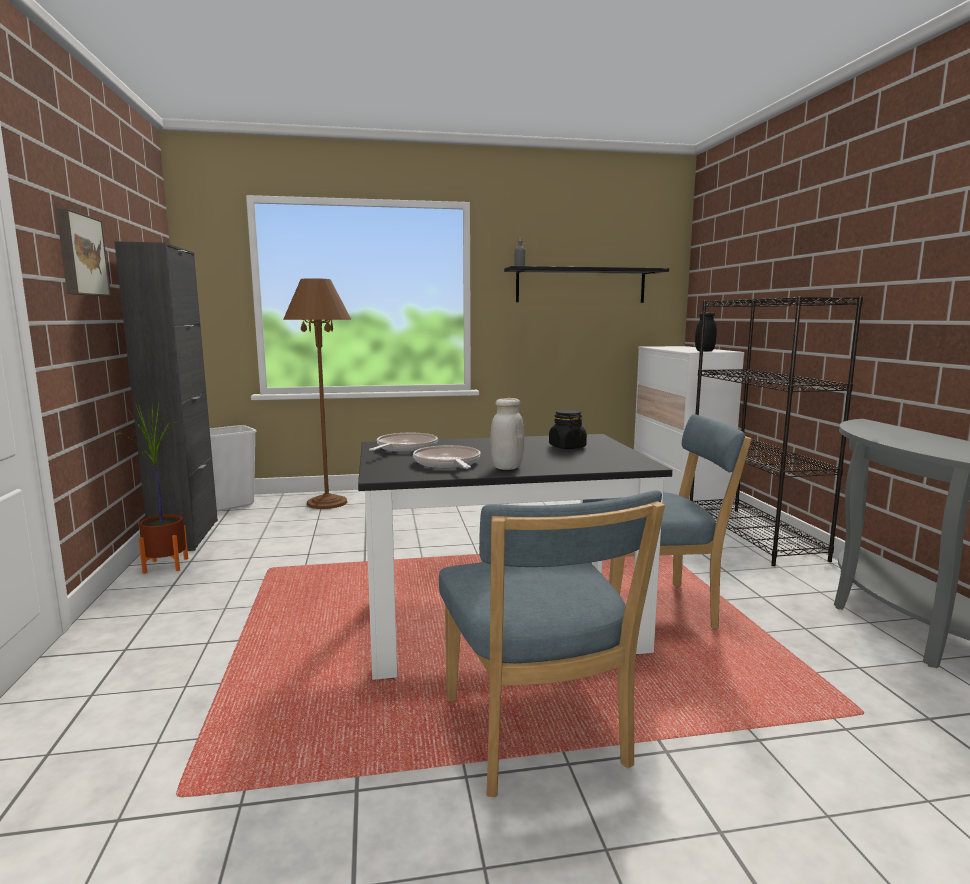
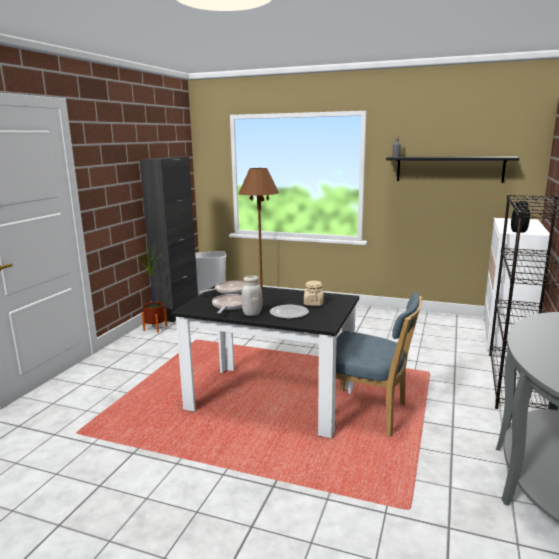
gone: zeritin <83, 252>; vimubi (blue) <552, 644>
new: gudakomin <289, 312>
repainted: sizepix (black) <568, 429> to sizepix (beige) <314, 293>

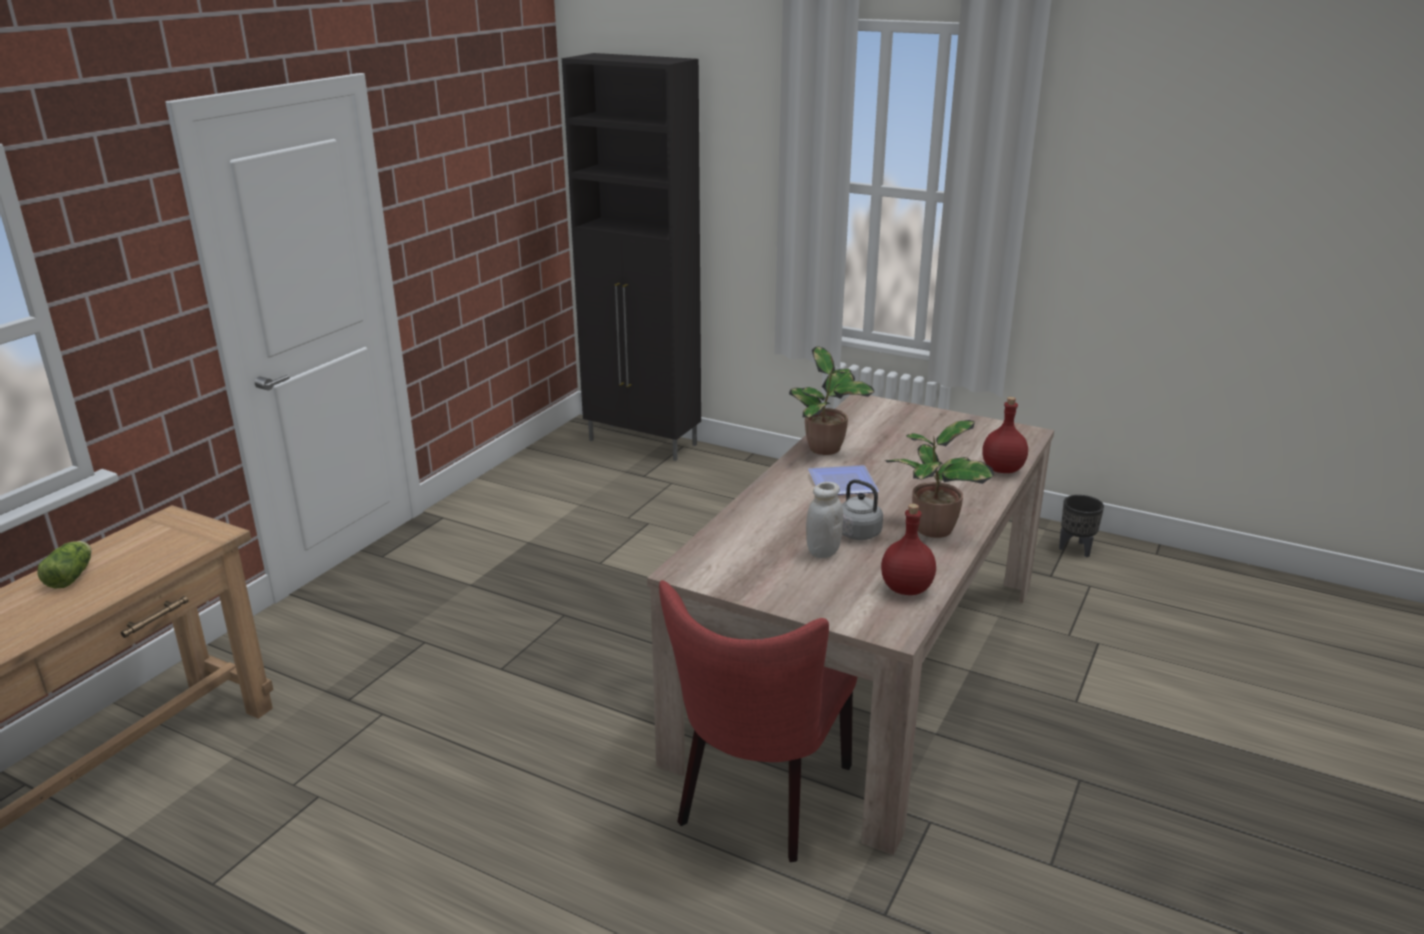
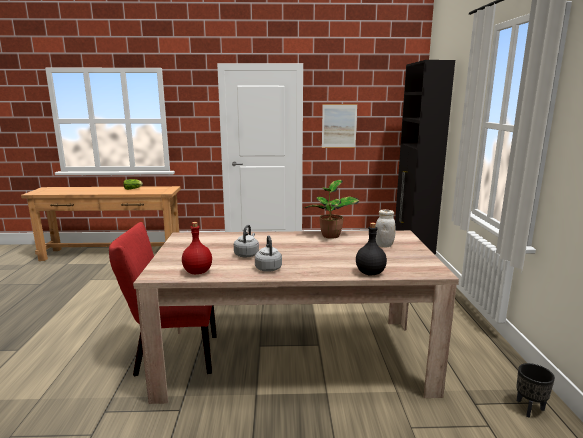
gone: gudakomin <843, 480>
new: zeritin <339, 126>
shifted: sizepix (white) <824, 520> to <385, 228>
swapped: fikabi <939, 479> to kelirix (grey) <268, 253>
repainted: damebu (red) <1005, 435> to damebu (black) <371, 249>

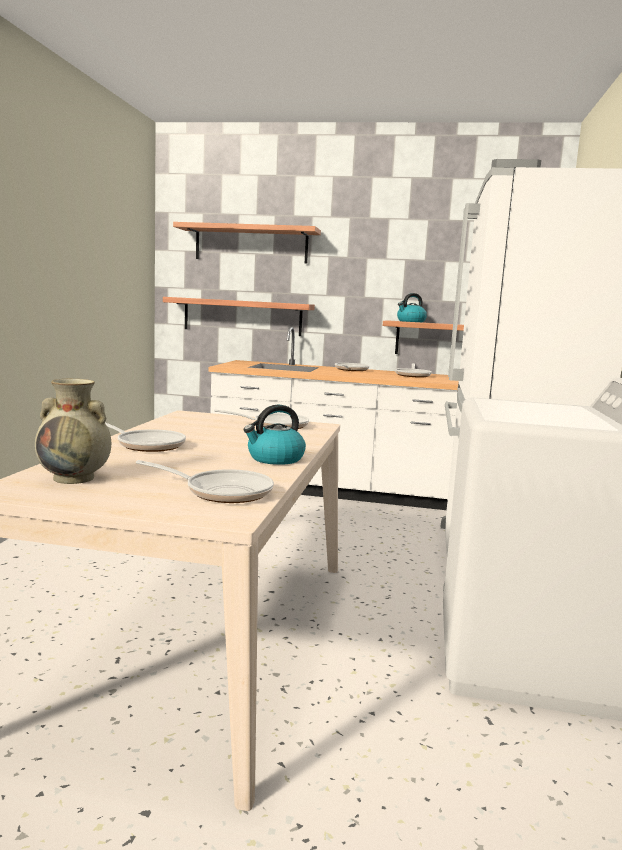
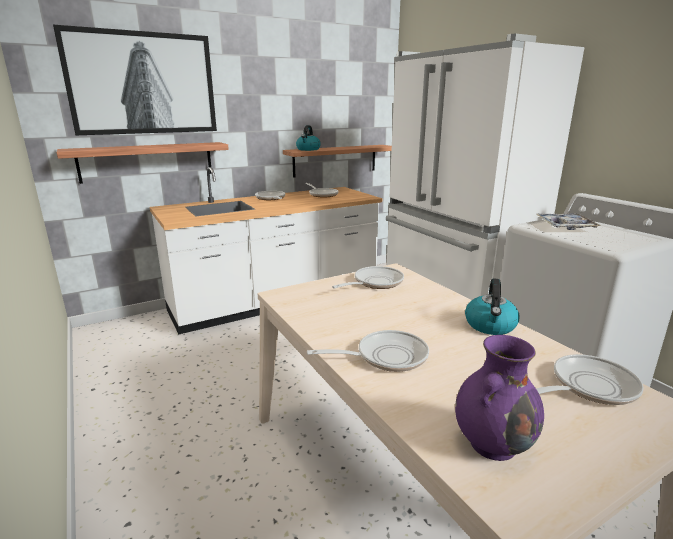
new: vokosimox <568, 221>
swapped: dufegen <247, 242> to zeritin <135, 80>
repainted: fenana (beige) <73, 431> to fenana (purple) <499, 398>

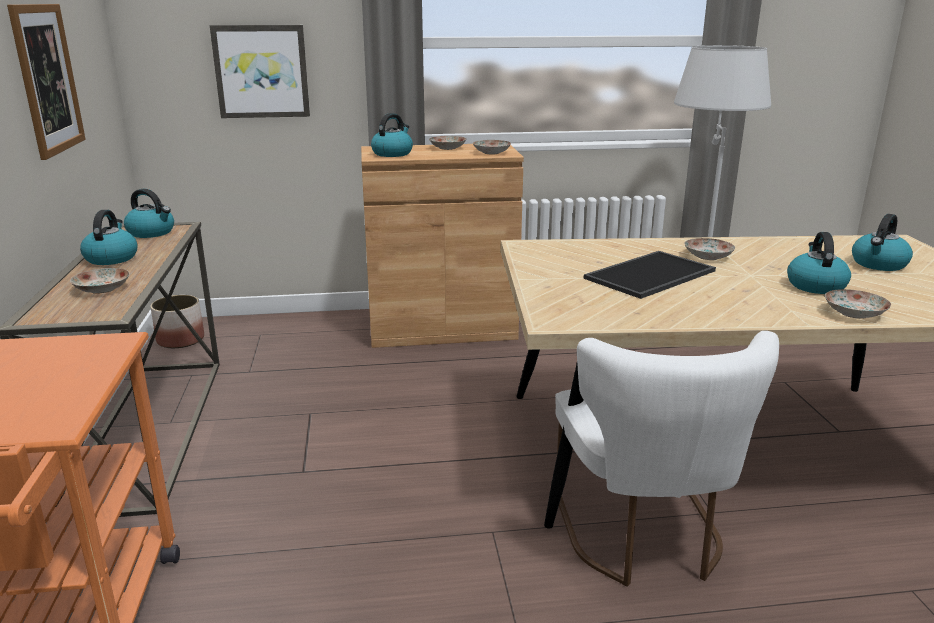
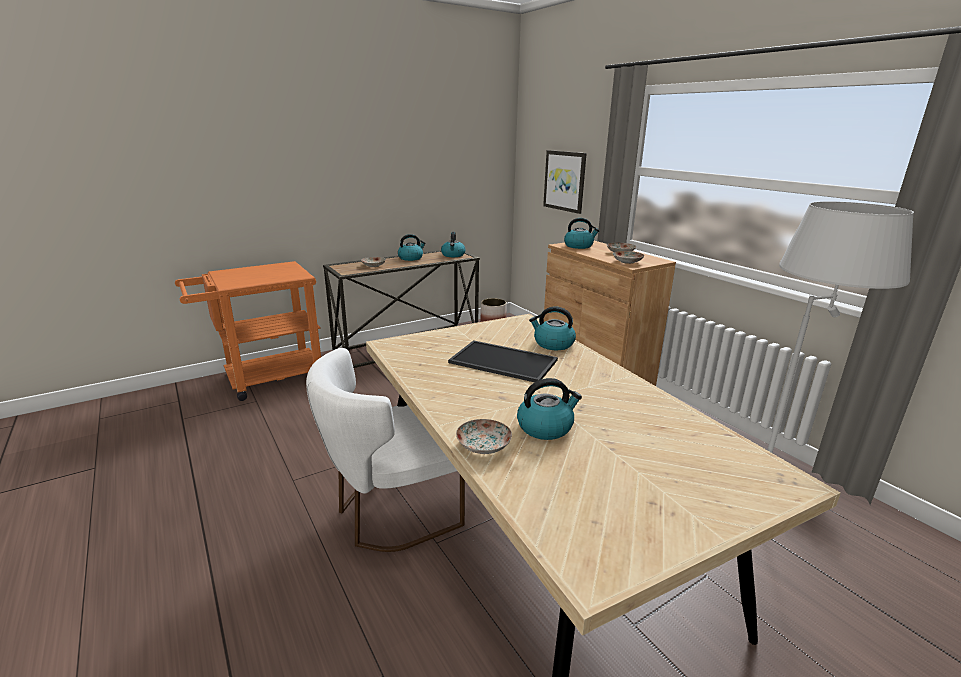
gone: zeritin <46, 82>; gudakomin <709, 249>
shifted: kelirix <882, 242> to <552, 328>

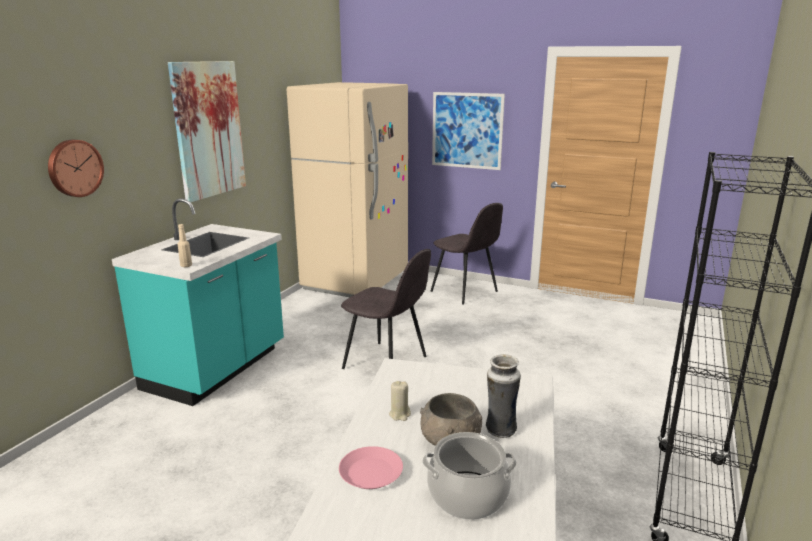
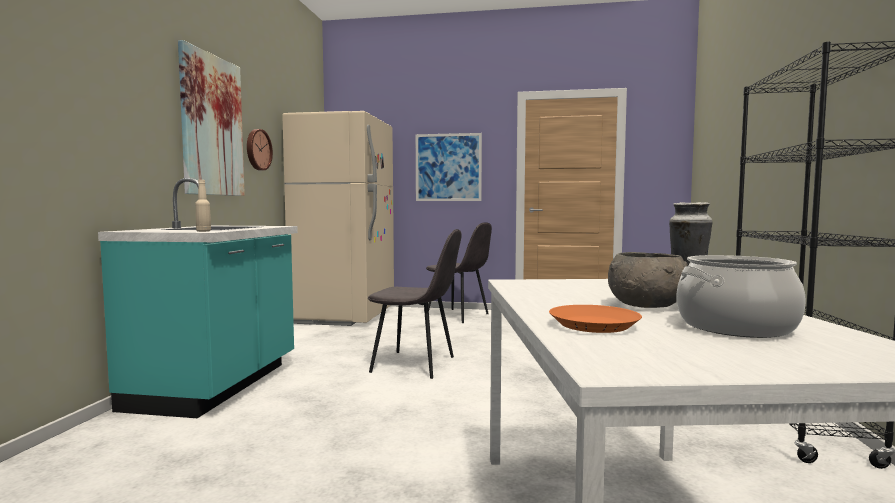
gone: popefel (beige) <400, 401>
shifted: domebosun <76, 168> to <260, 149>
repainted: gudakomin (pink) <371, 467> to gudakomin (orange) <595, 319>

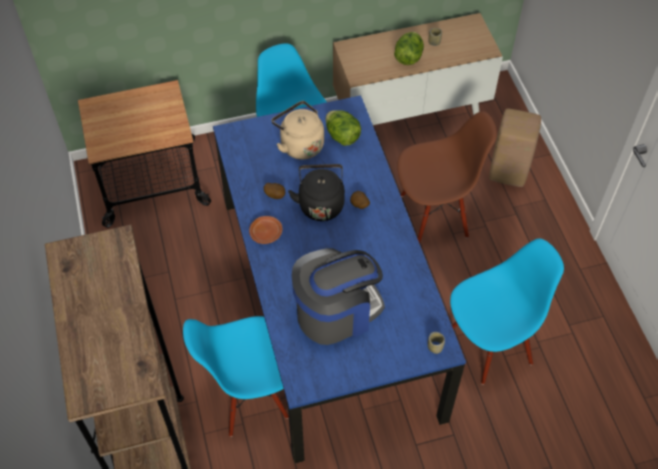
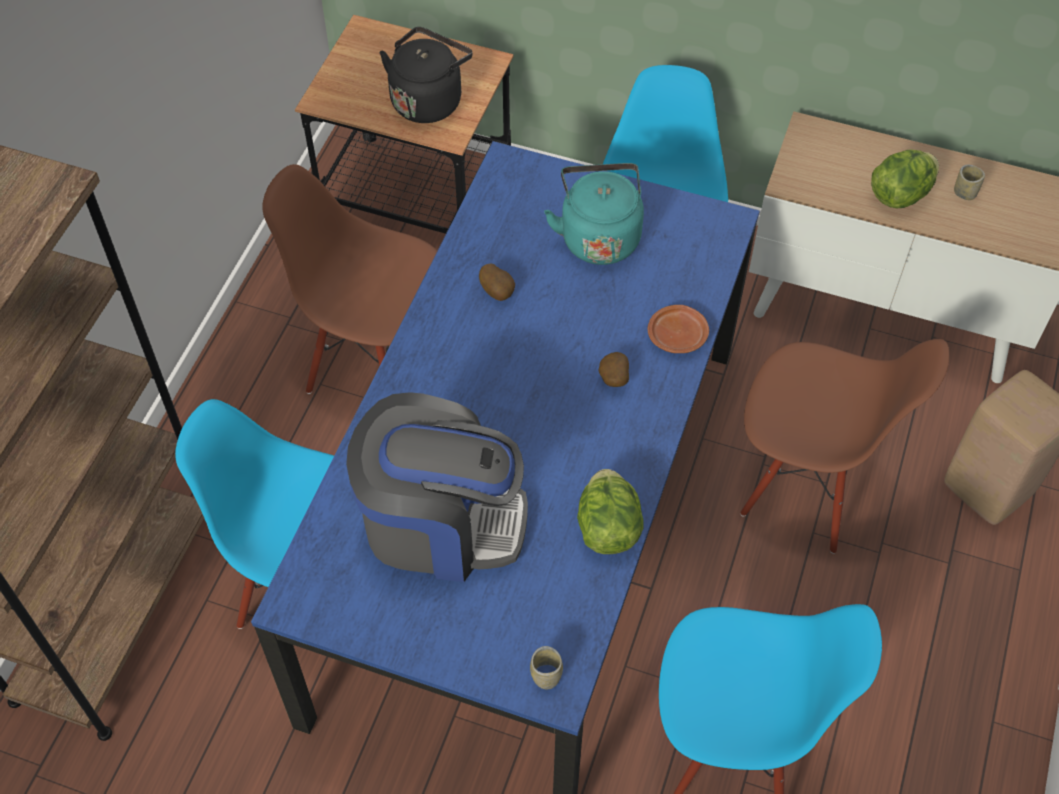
new: vimubi (brown) <349, 279>
shifted: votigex <343, 128> to <610, 511>; kelirix (black) <316, 192> to <426, 75>; gudakomin (brown) <266, 230> to <678, 329>
repainted: kelirix (beige) <298, 130> to kelirix (turquoise) <594, 214>

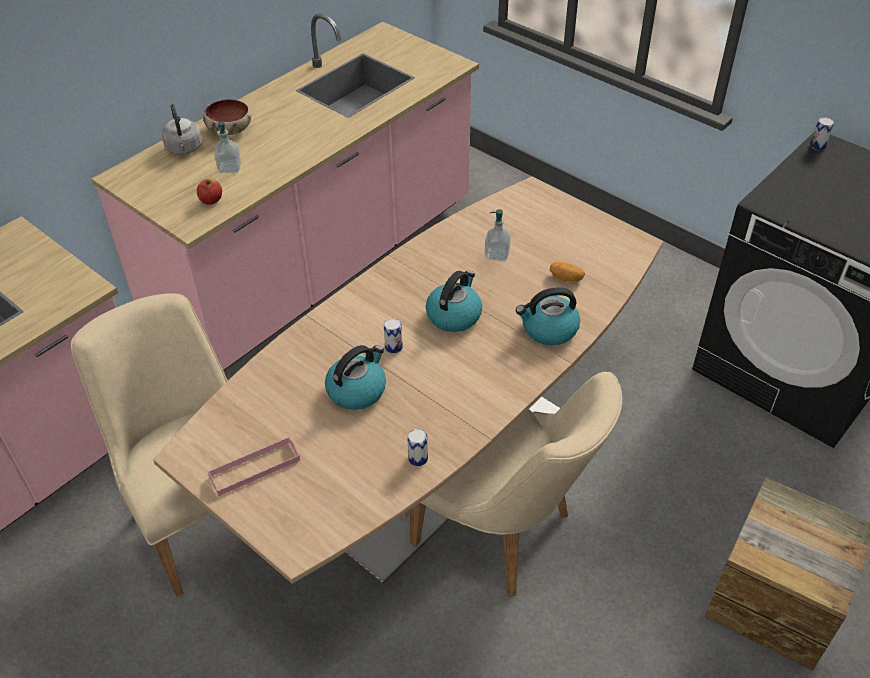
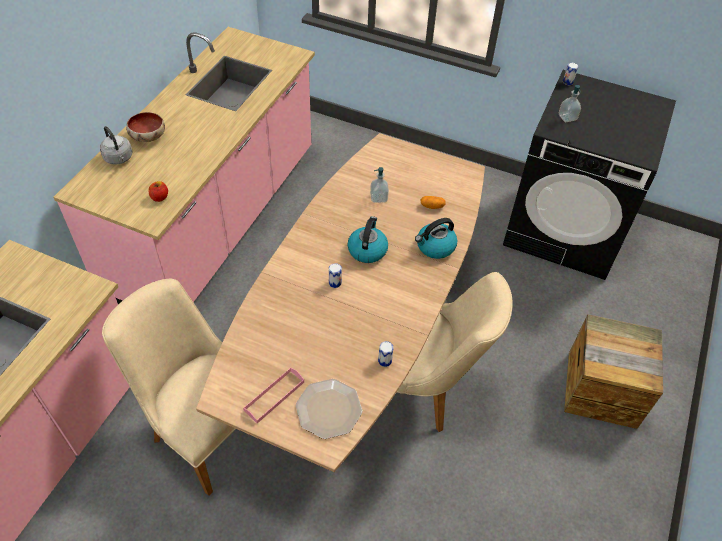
gone: kelirix <355, 377>
new: gudakomin <329, 409>
shifted: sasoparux <227, 147> to <570, 103>

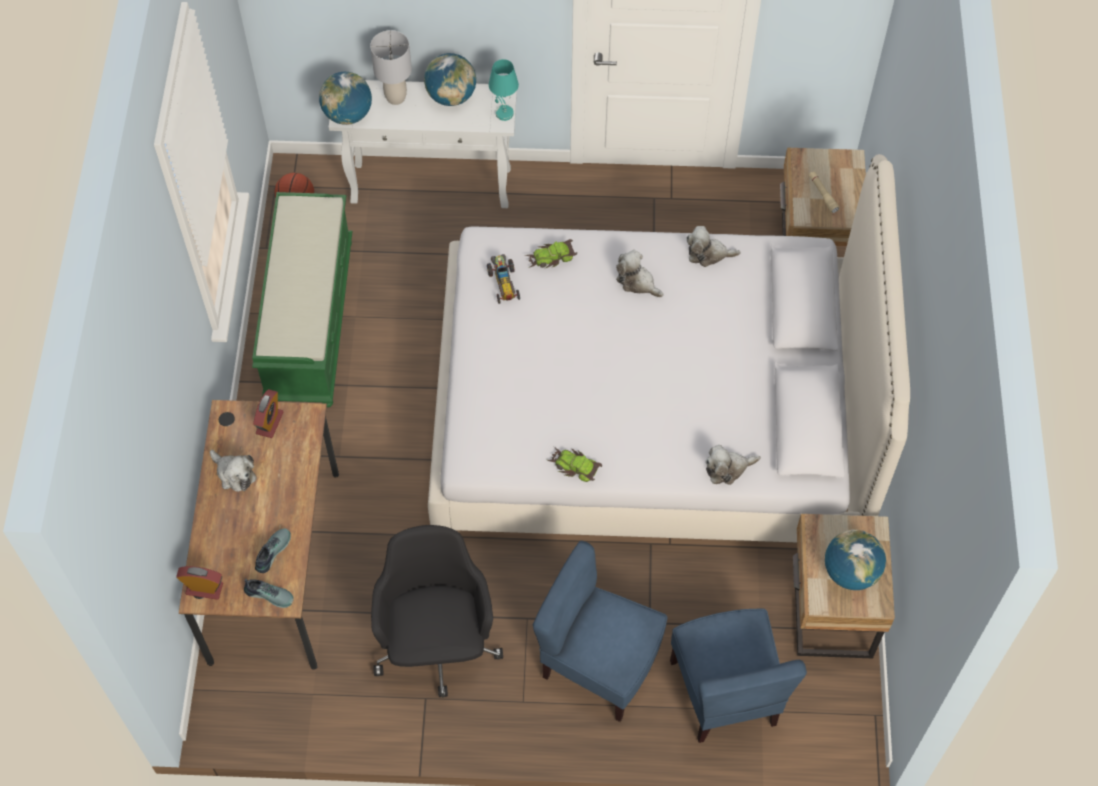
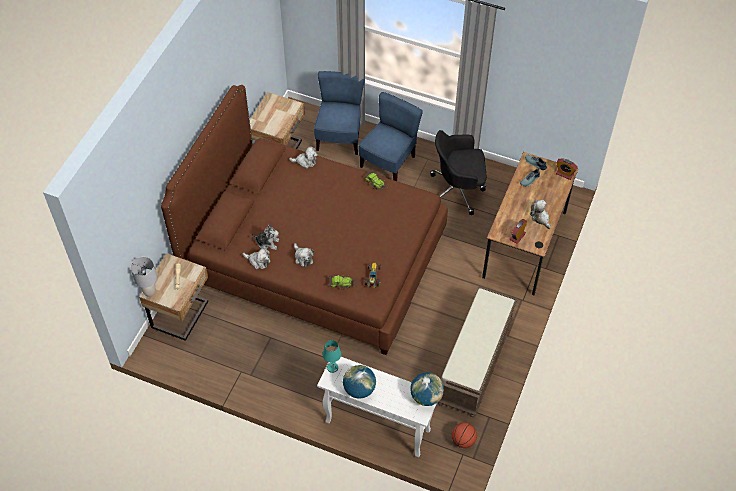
gone: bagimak <855, 559>
new: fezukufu <265, 237>
shifted: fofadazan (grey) <391, 67> to <143, 277>
repainted: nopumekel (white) <669, 348> to nopumekel (brown) <304, 220>; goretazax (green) <302, 299> to goretazax (brown) <478, 351>
rotated: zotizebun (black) <437, 611> = <458, 172> 75 degrees clockwise; vimubi (blue) <600, 631> = <390, 136> 105 degrees counterclockwise

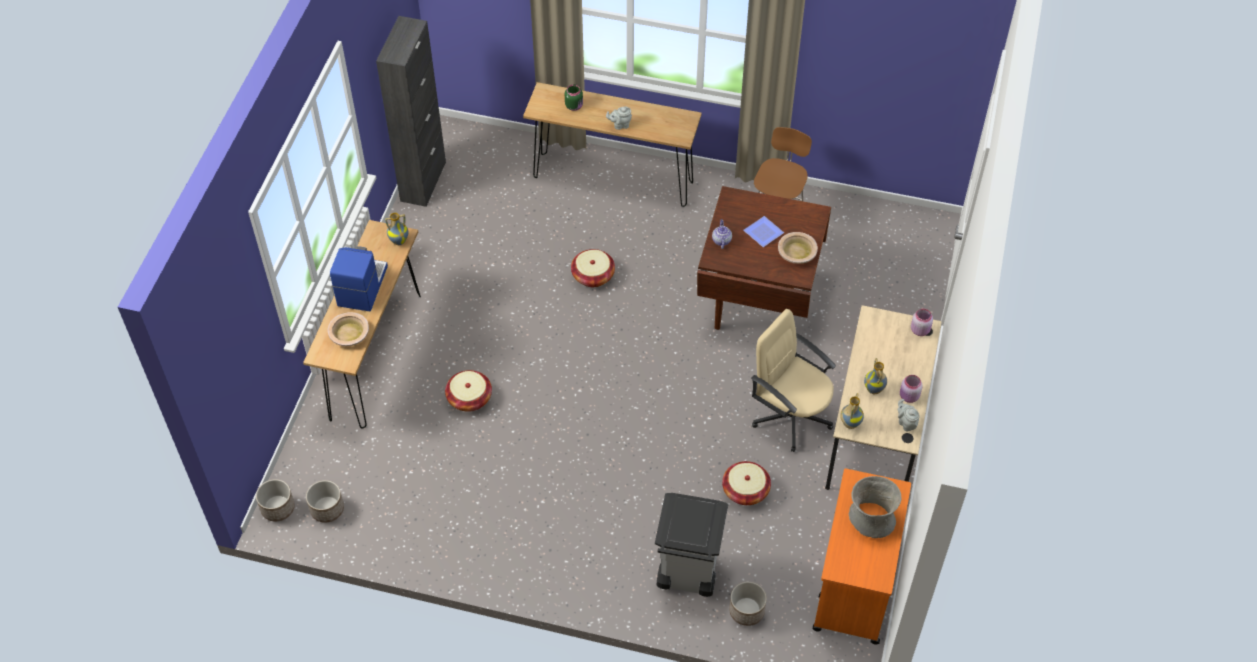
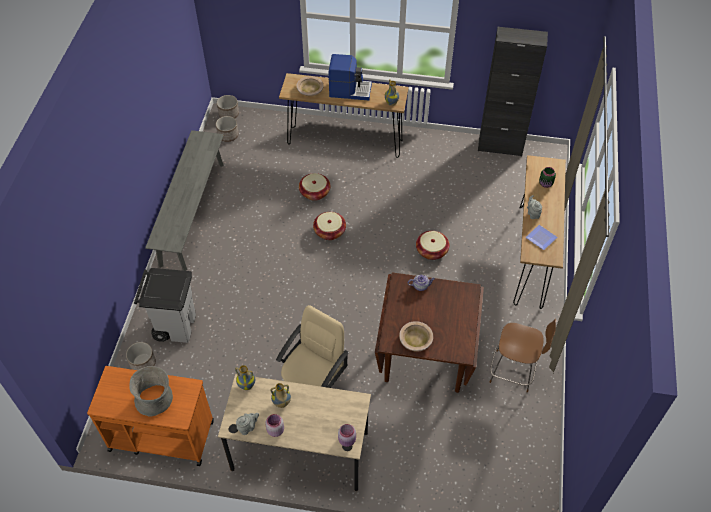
new: goretazax (grey) <184, 200>
shifted: gudakomin <763, 231> to <541, 237>; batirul <746, 483> to <329, 226>

